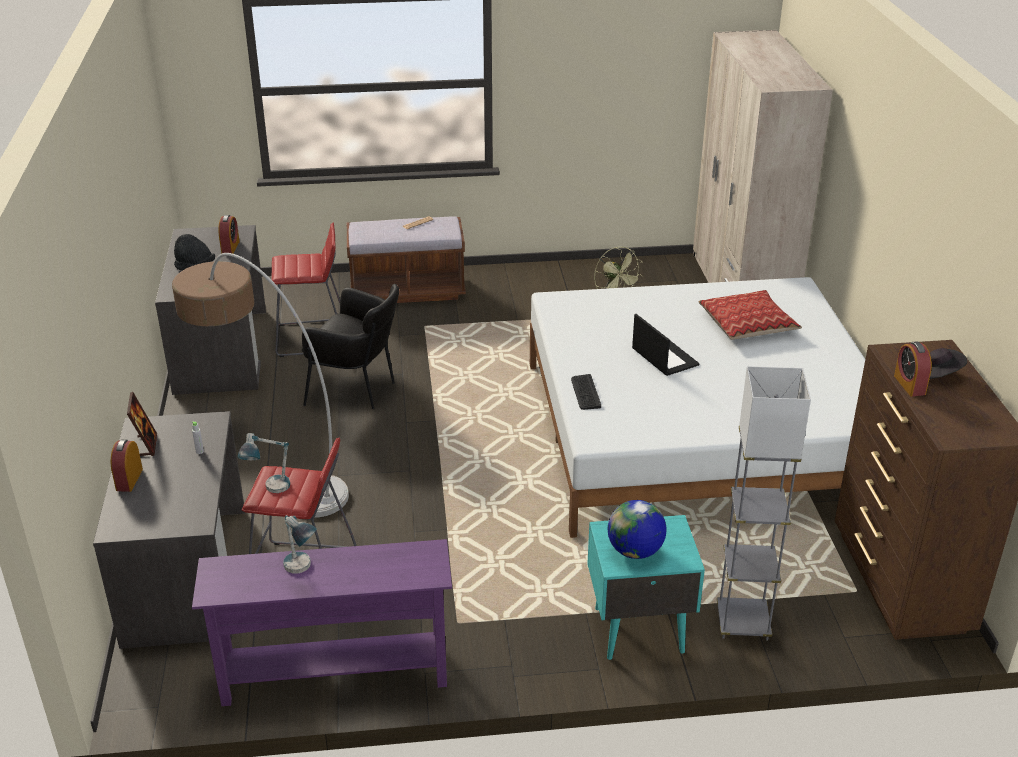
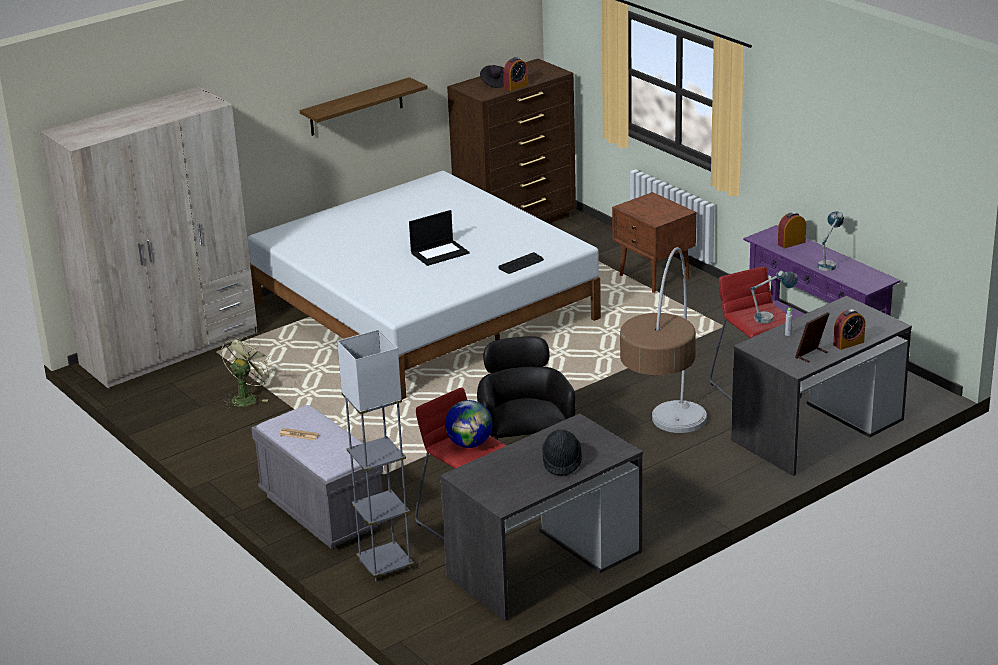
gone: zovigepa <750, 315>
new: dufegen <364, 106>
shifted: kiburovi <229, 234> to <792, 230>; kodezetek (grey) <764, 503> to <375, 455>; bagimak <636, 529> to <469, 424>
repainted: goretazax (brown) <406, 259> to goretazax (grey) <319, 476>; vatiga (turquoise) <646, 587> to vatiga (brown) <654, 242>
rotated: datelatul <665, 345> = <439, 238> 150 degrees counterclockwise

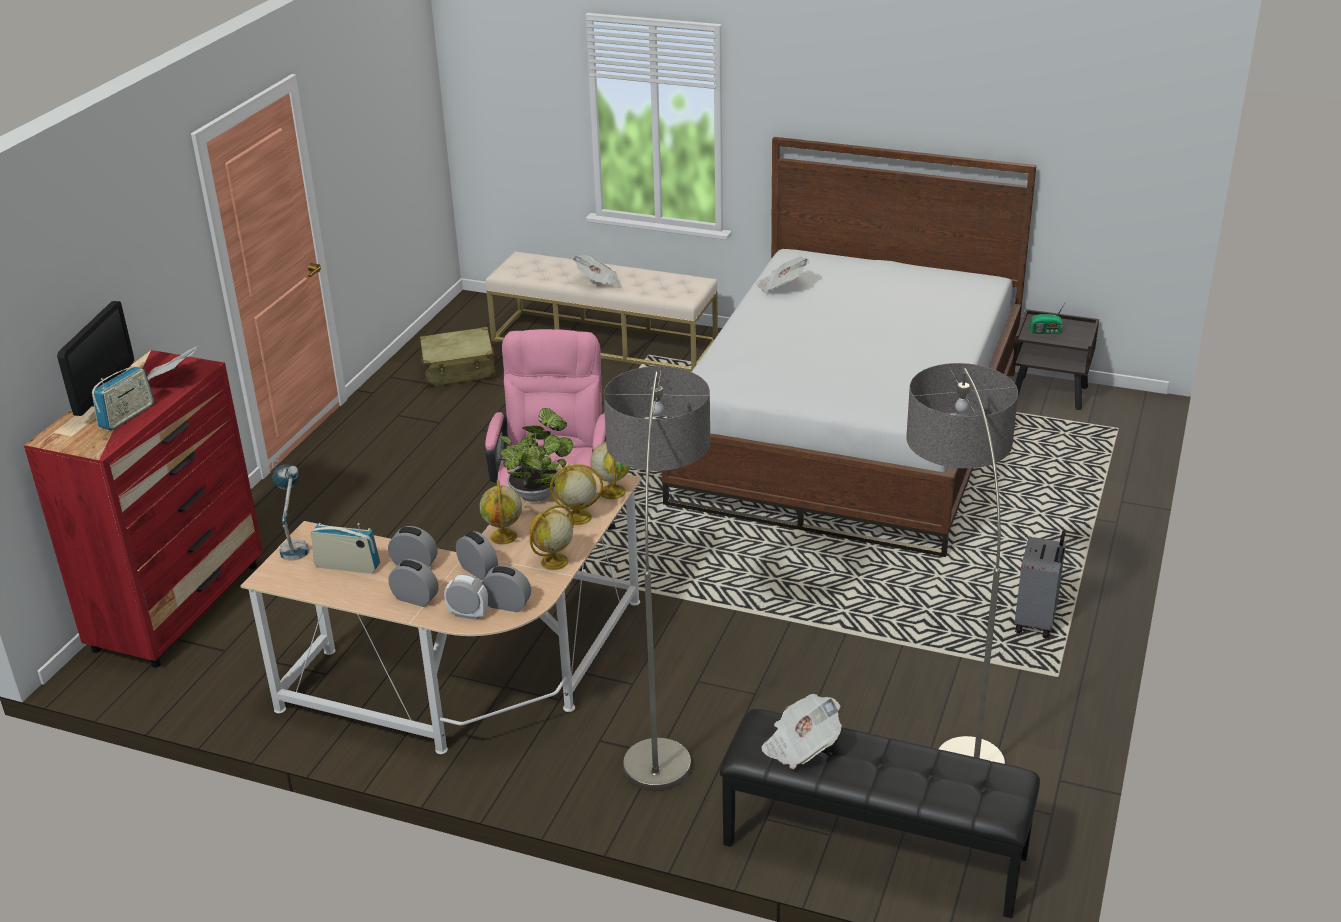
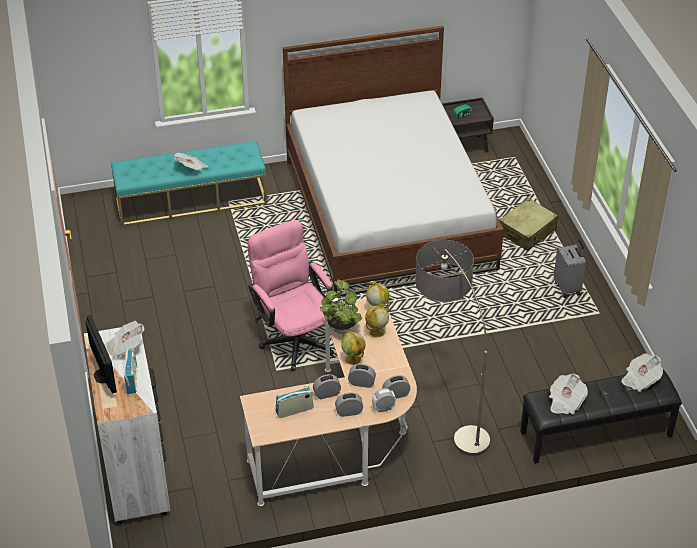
gone: kodezetek <962, 563>; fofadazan <291, 512>; bagimak <552, 537>
shifted: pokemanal <782, 275> to <642, 372>; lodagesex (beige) <459, 357> to <528, 224>
repainted: goretazax (beige) <602, 311> to goretazax (turquoise) <189, 184>; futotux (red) <143, 509> to futotux (white) <127, 425>

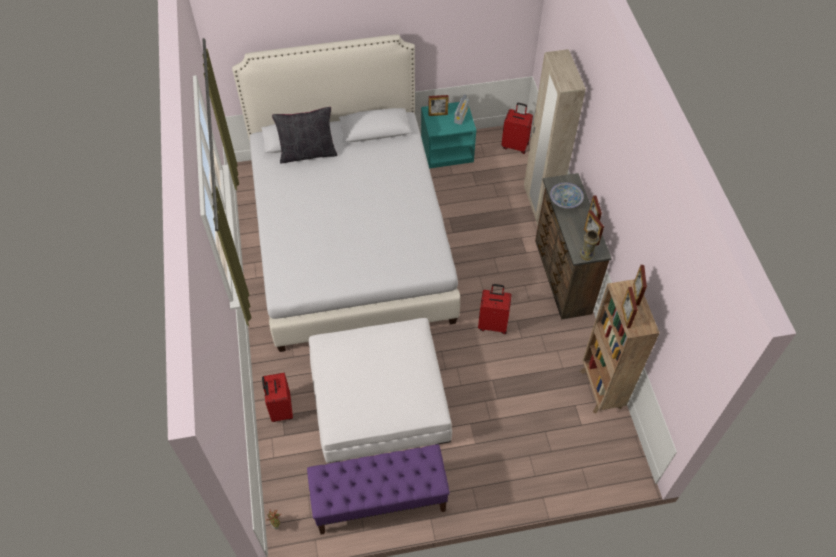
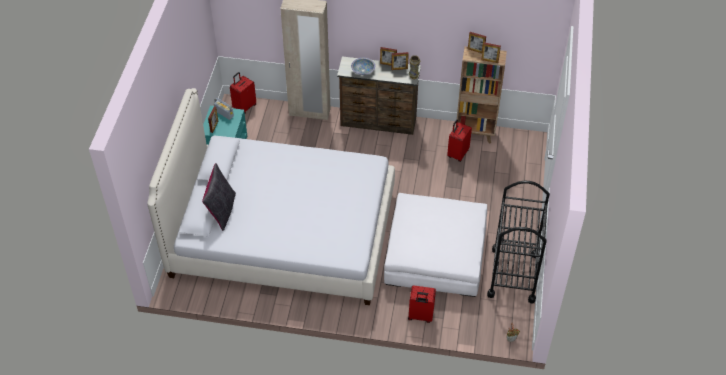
shifted: lodagesex (red) <495, 309> to <459, 141>
swapped: goretazax (purple) <378, 489> to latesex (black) <518, 242>

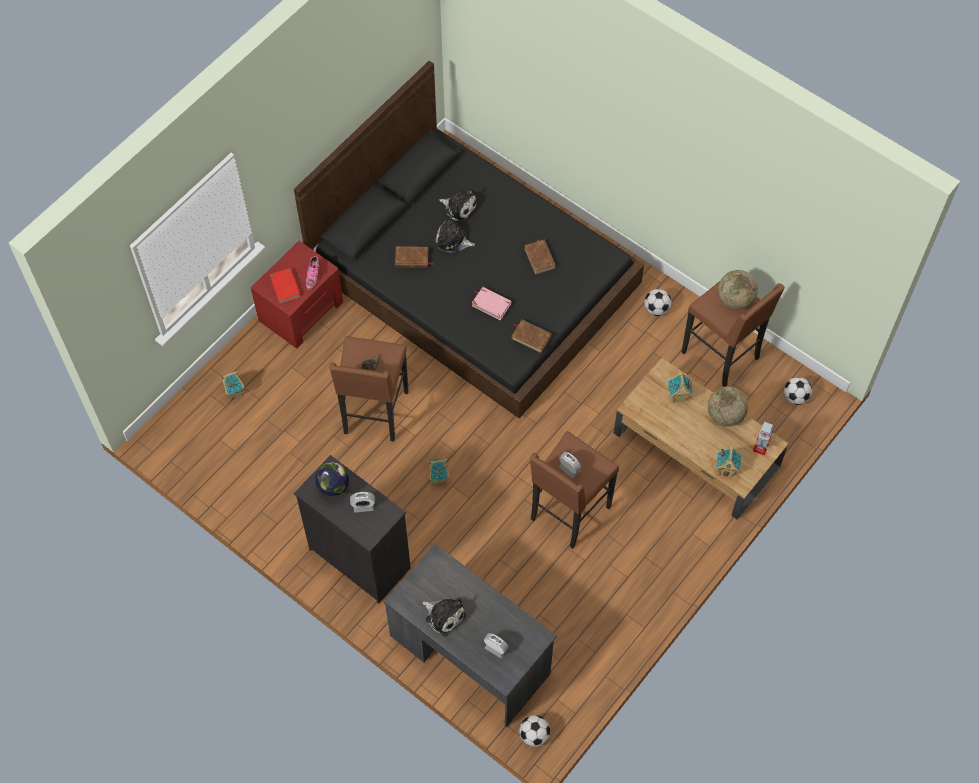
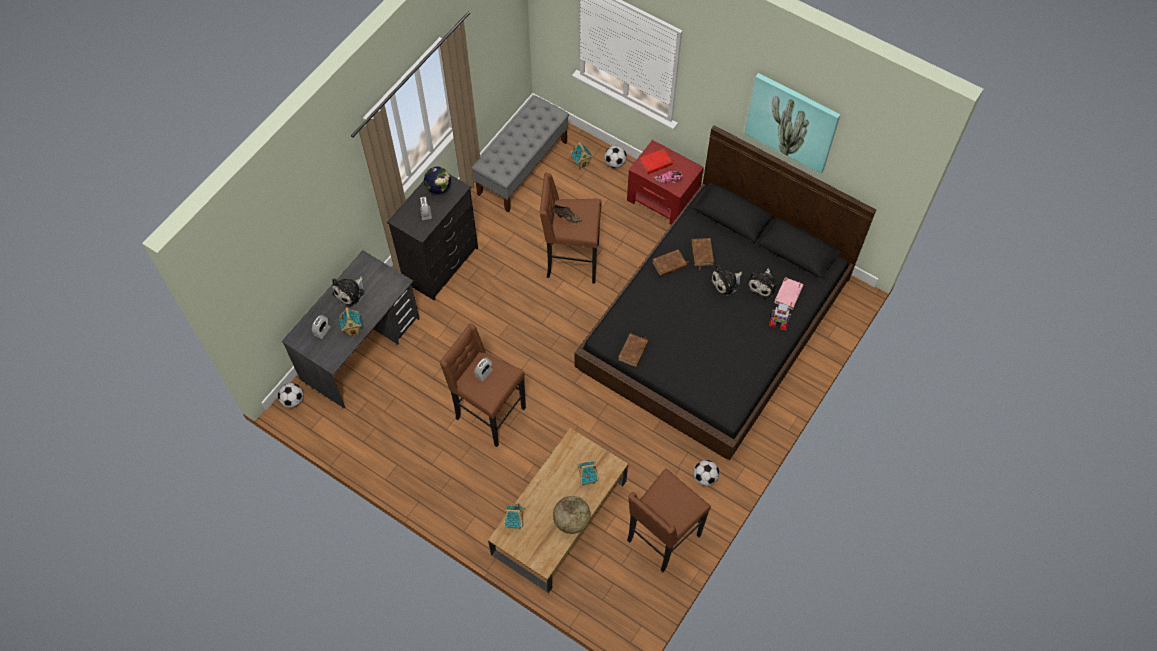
gone: bagimak <738, 290>
new: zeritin <792, 123>; goretazax (grey) <520, 154>
shifted: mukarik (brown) <540, 257> to <671, 263>; mukarik (pink) <492, 303> to <788, 293>; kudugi <798, 391> to <615, 157>; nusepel <763, 438> to <780, 316>; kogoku <438, 471> to <350, 321>
rotated: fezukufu <455, 234> = <726, 280> 135 degrees counterclockwise

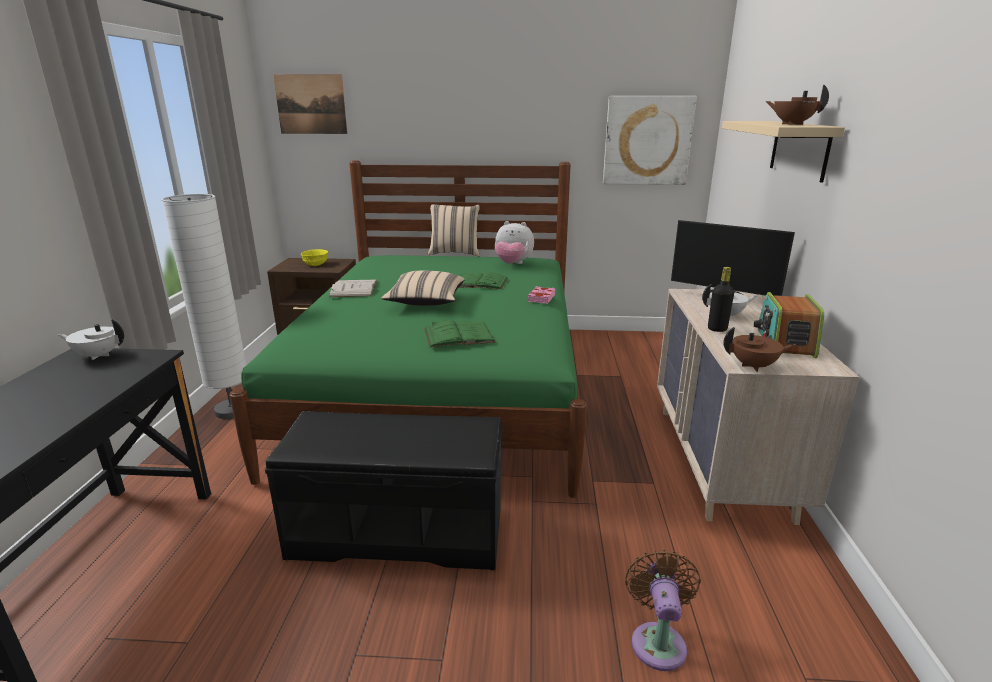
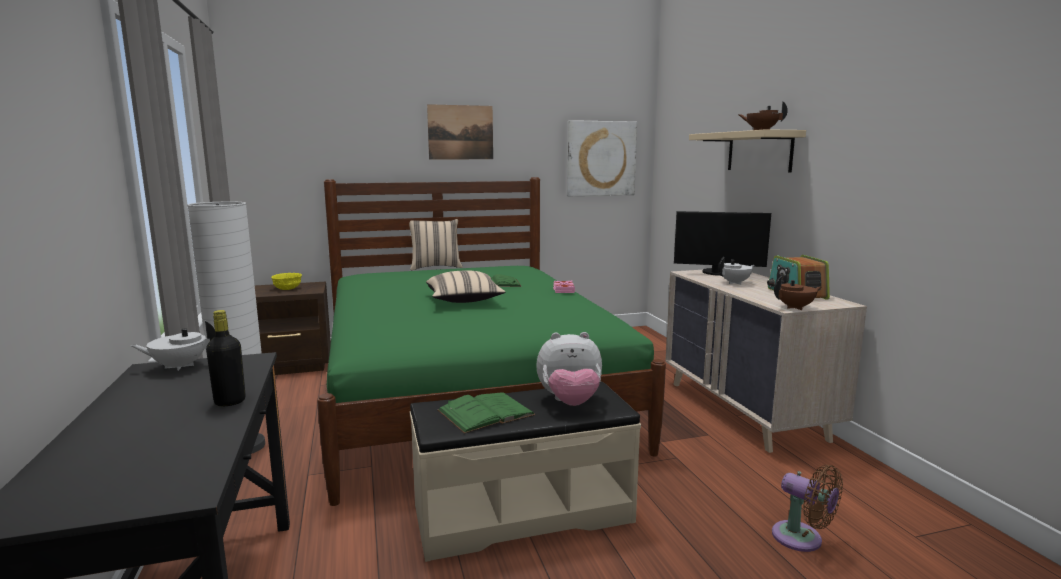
gone: mukarik (white) <353, 288>
shifted: zeritin <310, 104> to <460, 131>; fezukufu <514, 242> to <569, 369>; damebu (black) <721, 299> to <226, 358>; mukarik (green) <460, 333> to <486, 413>
repainted: goretazax (black) <383, 490> to goretazax (beige) <525, 472>
rotated: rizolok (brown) <663, 610> = <807, 508> 150 degrees clockwise

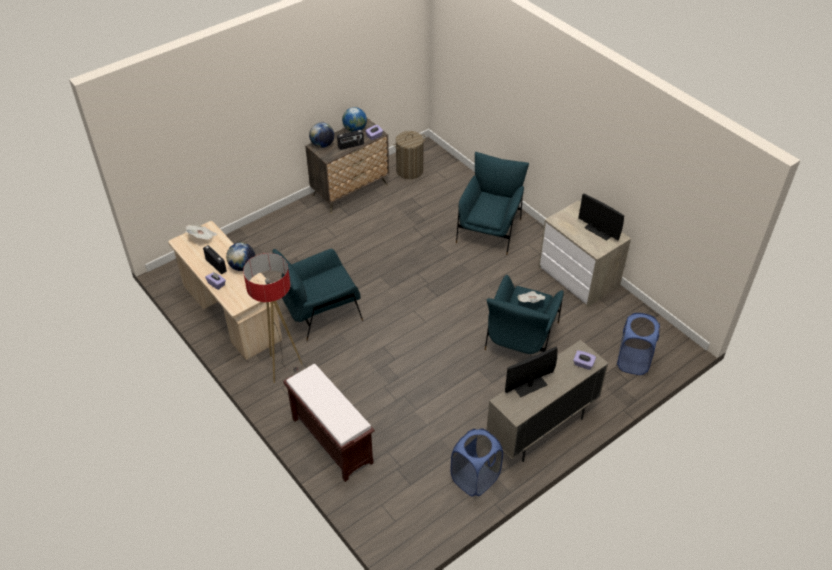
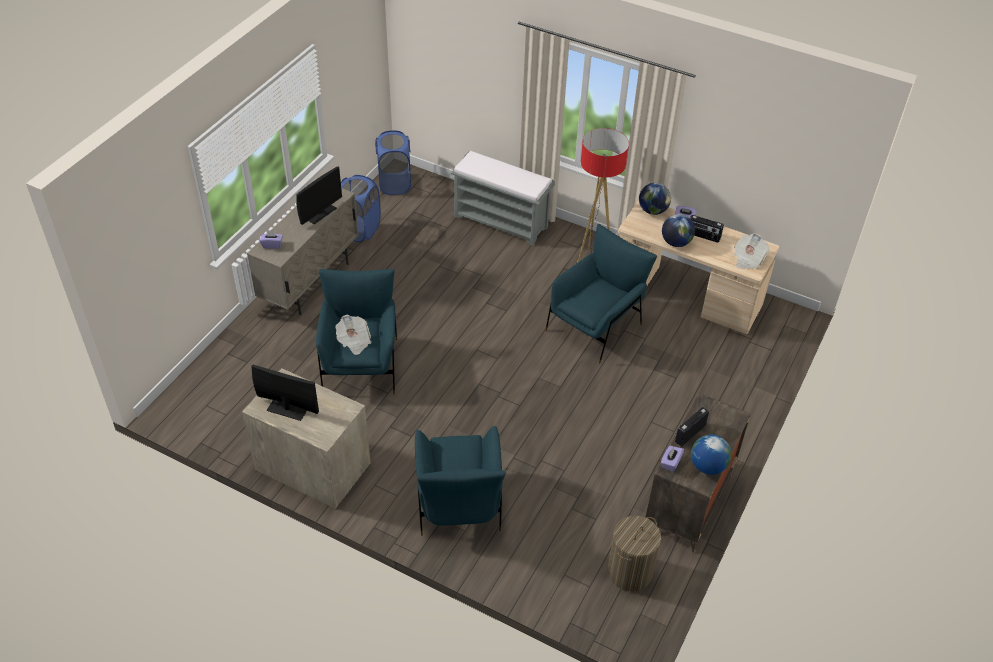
shifted: bagimak <321, 135> to <655, 199>; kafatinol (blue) <638, 344> to <393, 162>
repainted: goretazax (brown) <328, 423> to goretazax (grey) <503, 198>

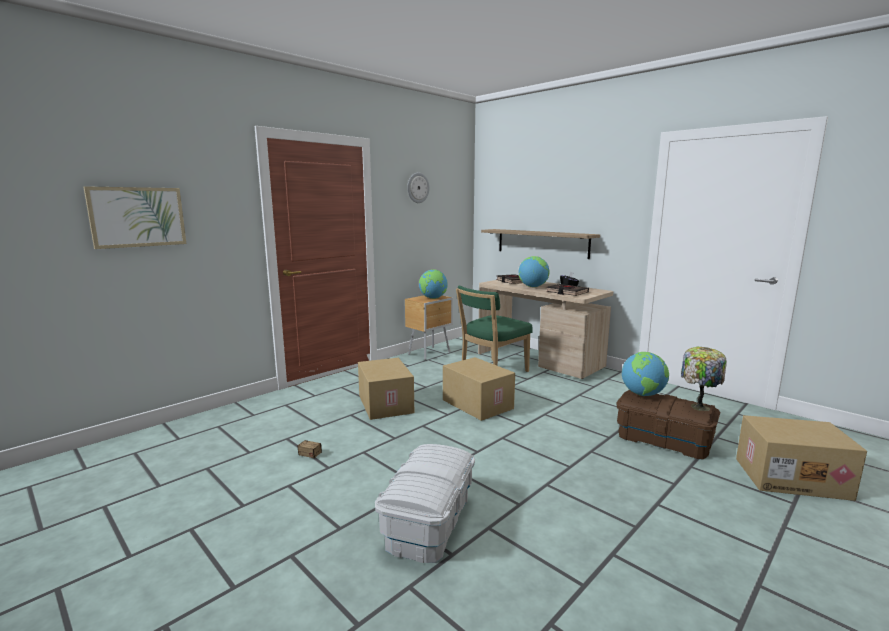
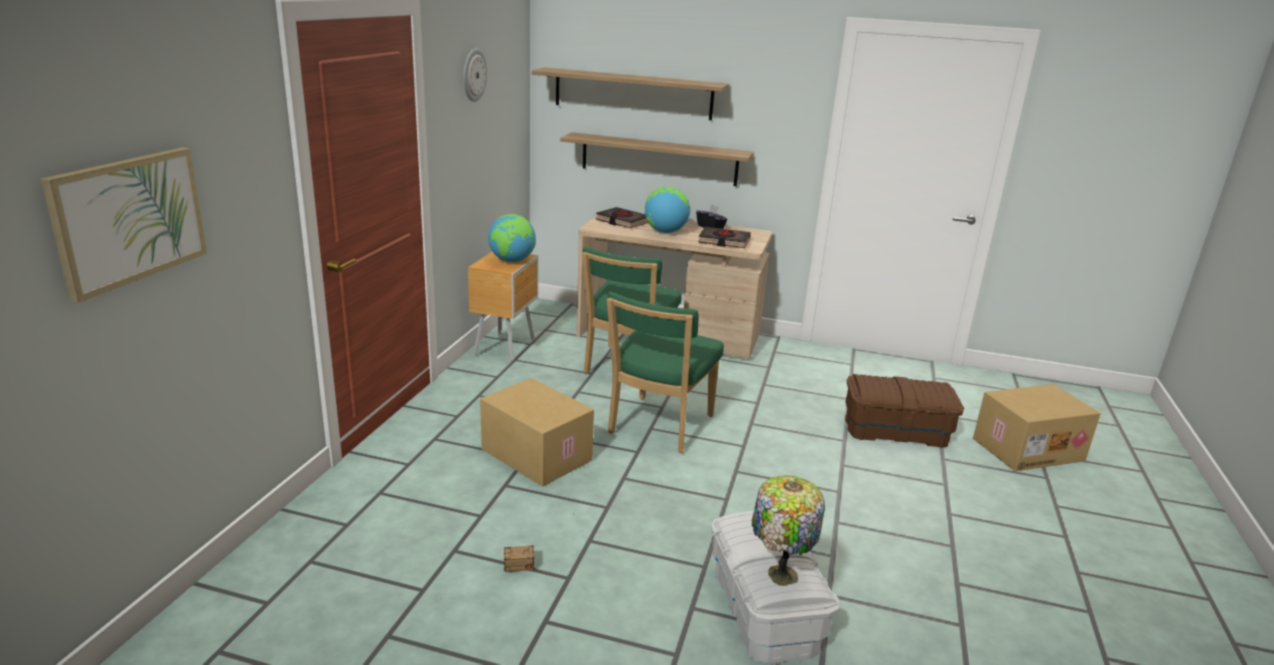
gone: bagimak <645, 374>
new: dufegen <630, 93>
shifted: fofadazan <704, 379> to <788, 531>
swapped: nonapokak <479, 389> to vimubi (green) <665, 372>

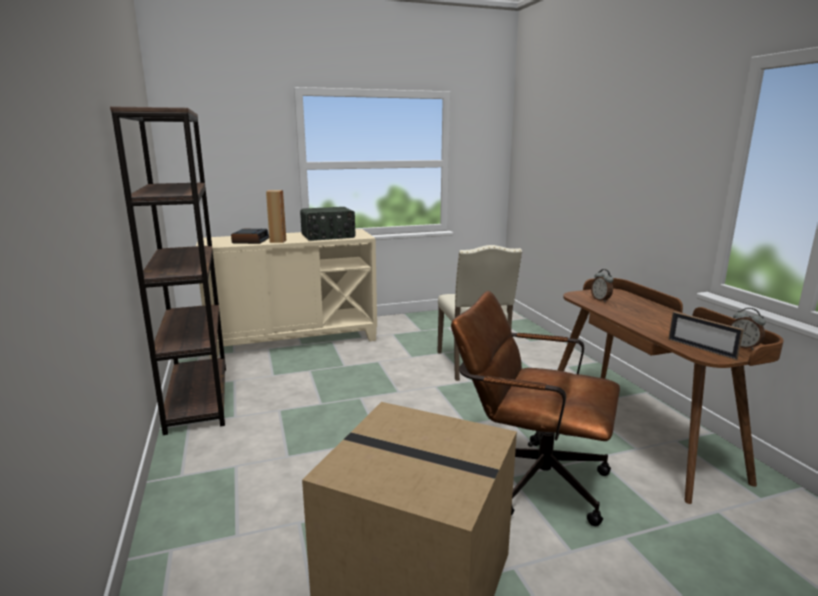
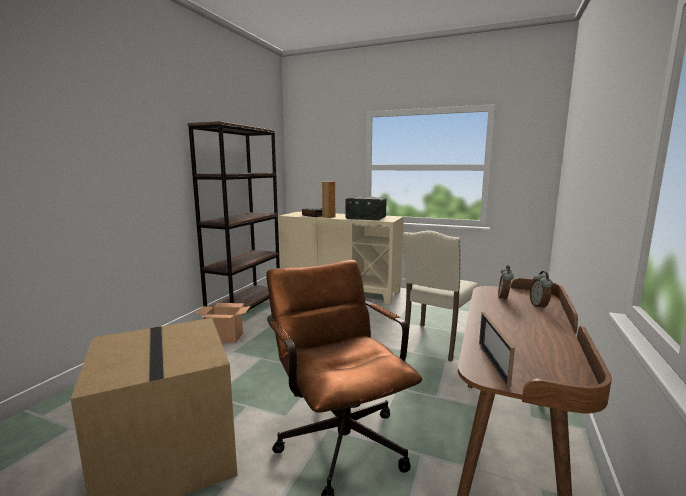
new: nonapokak <223, 323>
shifted: kiburovi <747, 329> to <541, 290>

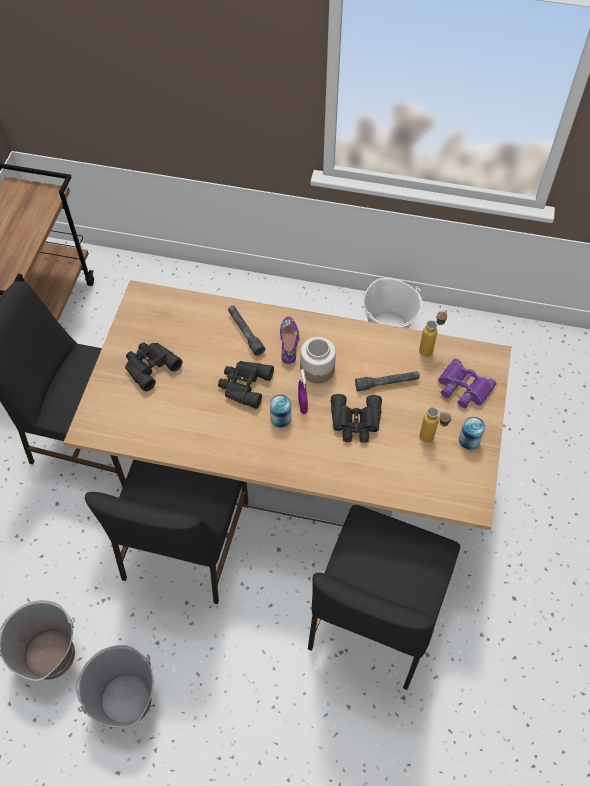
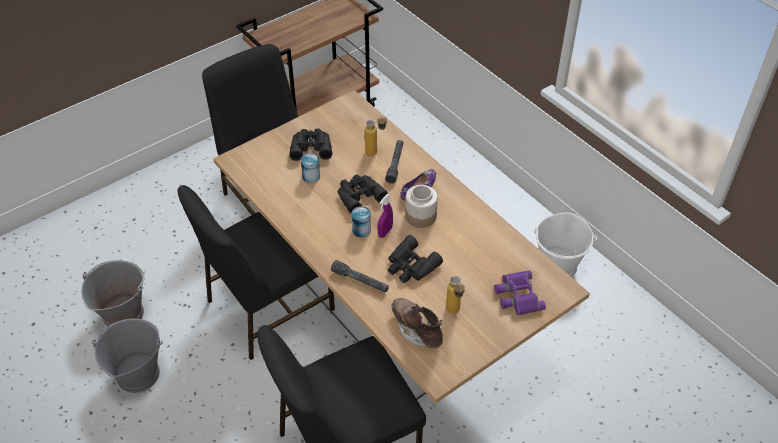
new: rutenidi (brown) <417, 323>
shifted: damebu <433, 333> to <376, 136>; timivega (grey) <387, 381> to <360, 276>; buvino <472, 433> to <310, 168>

